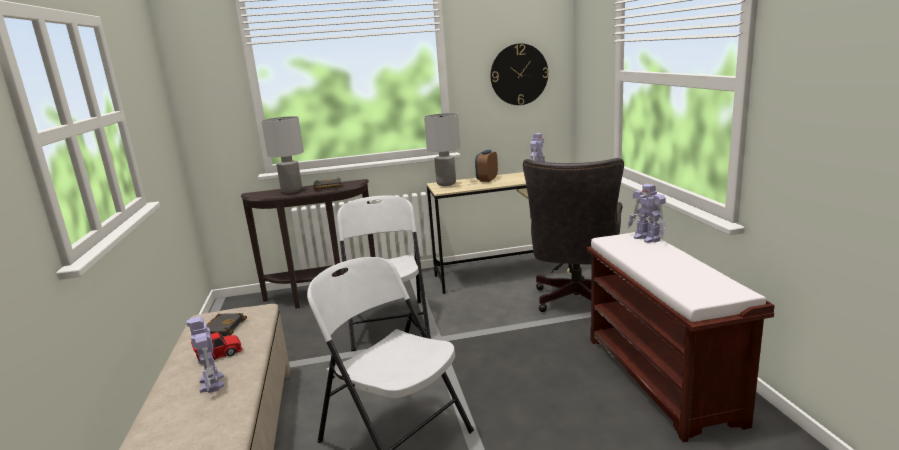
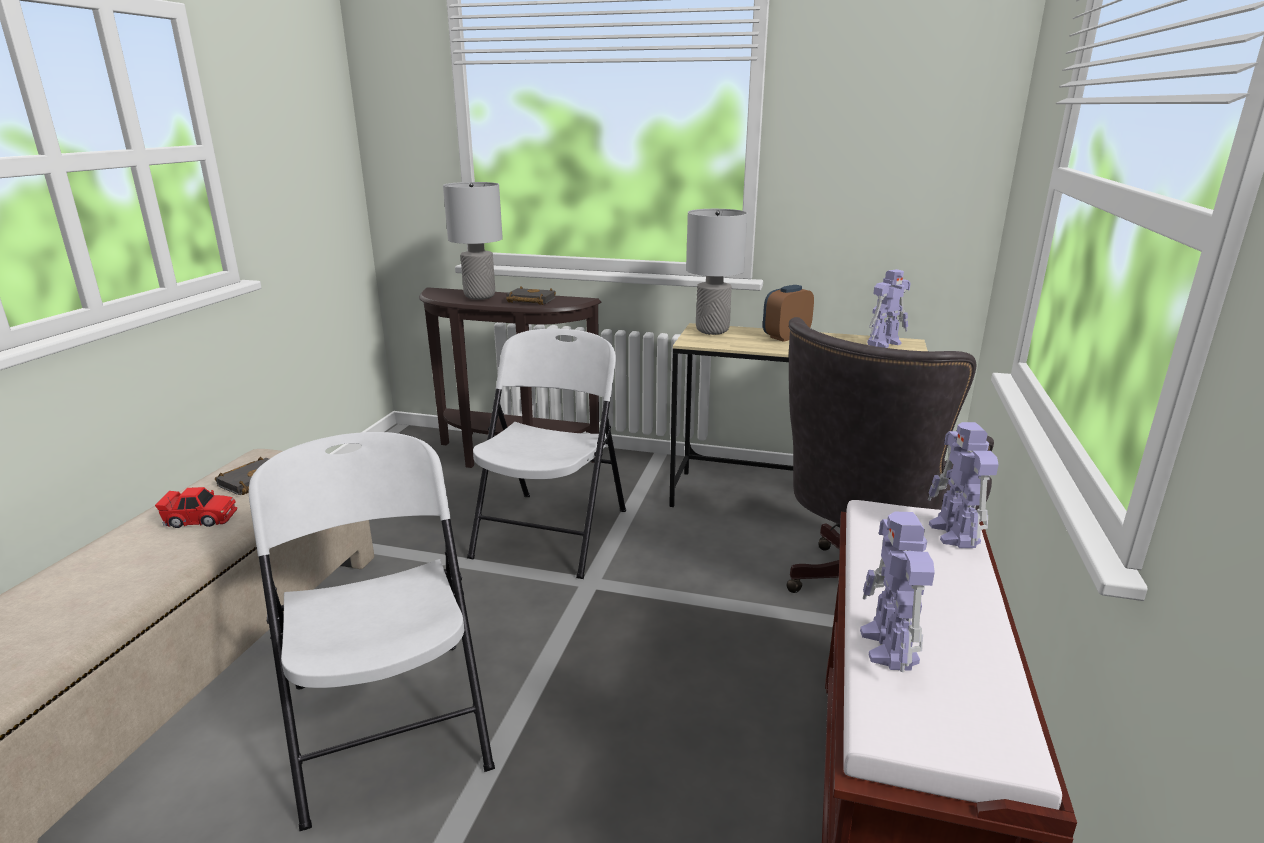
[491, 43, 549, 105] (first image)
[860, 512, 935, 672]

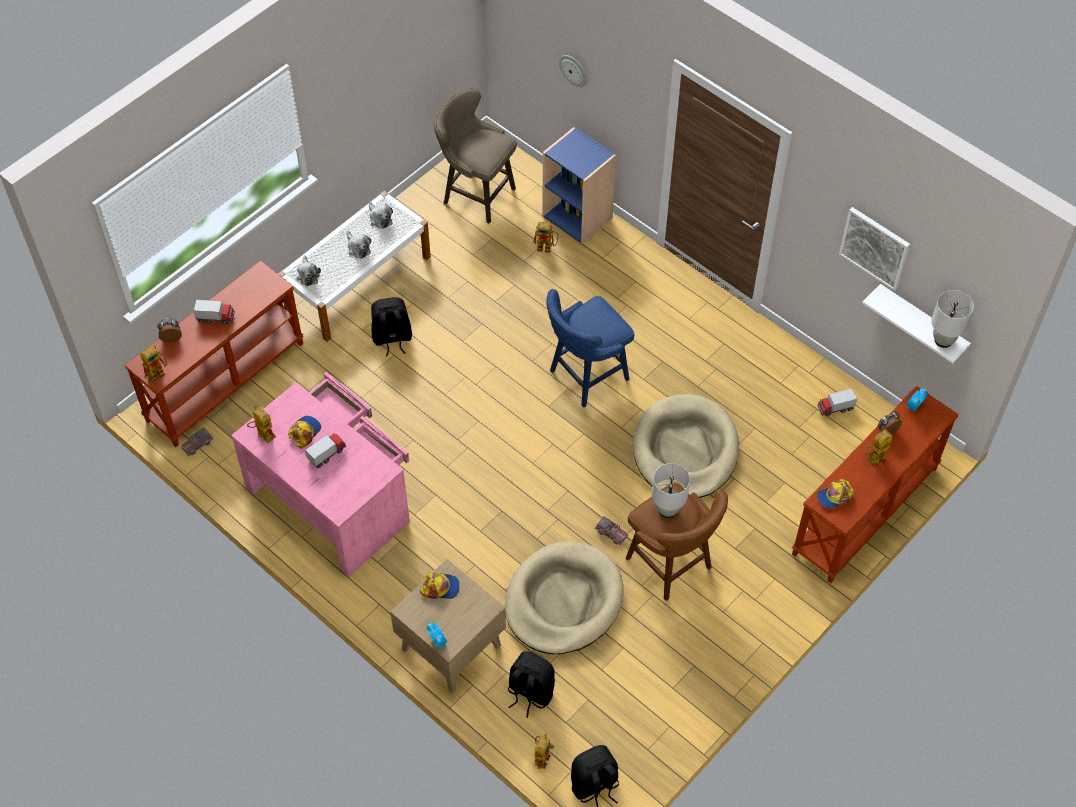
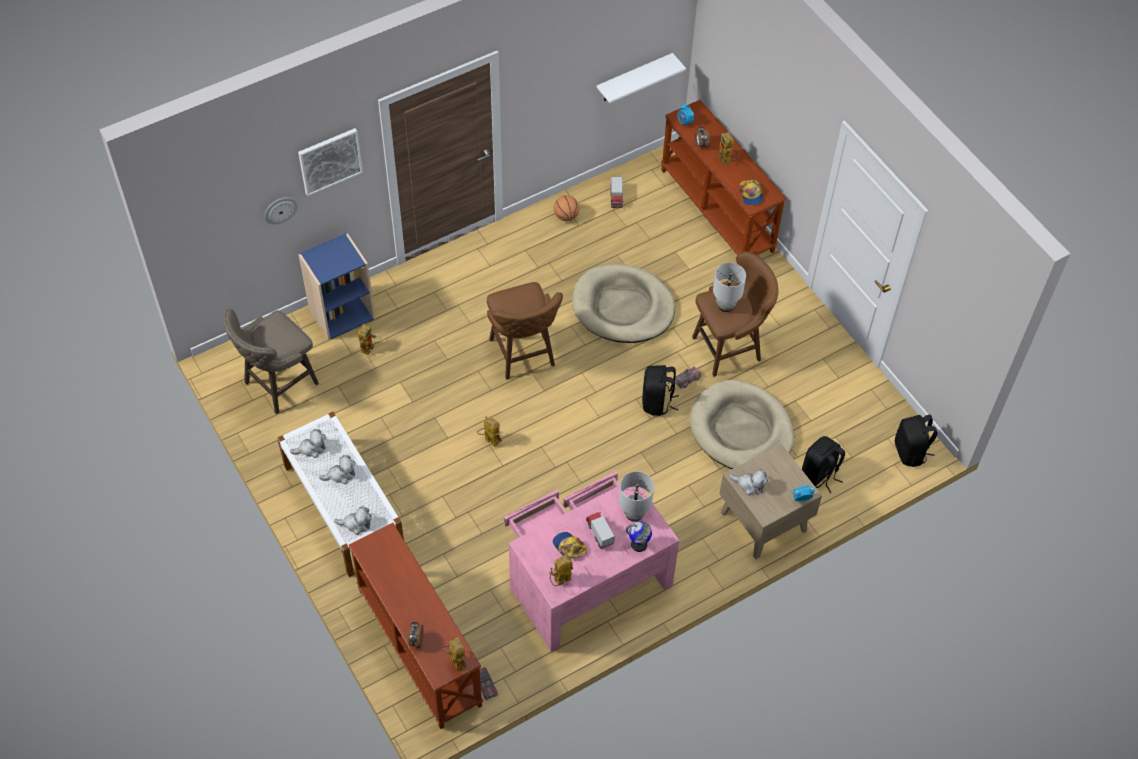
[193, 300, 235, 324] (first image)
[554, 195, 580, 221]
[626, 521, 652, 552]
[642, 365, 679, 416]
[477, 416, 502, 447]
[298, 128, 363, 196]
[619, 471, 654, 522]
[730, 469, 768, 495]
[487, 282, 563, 380]

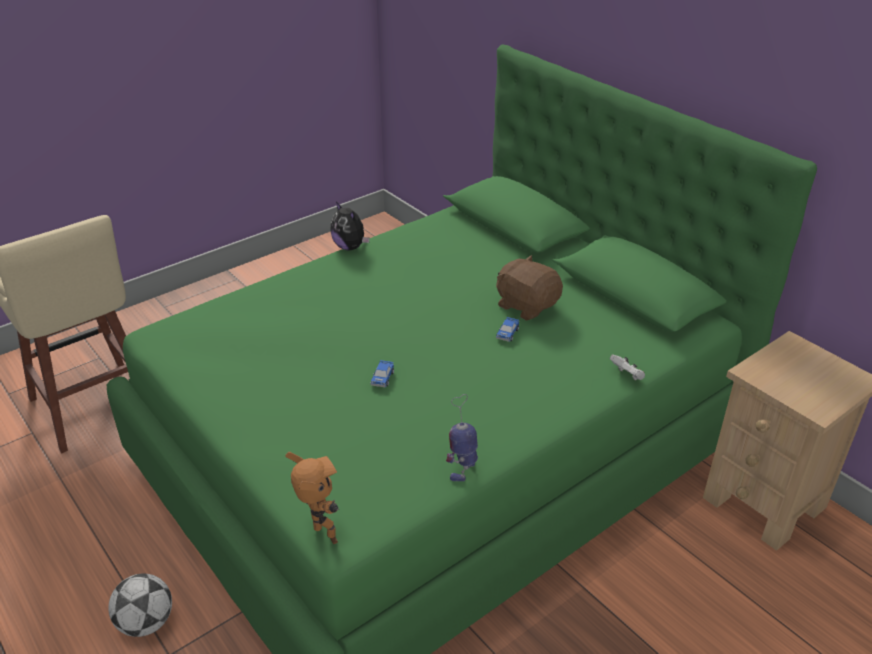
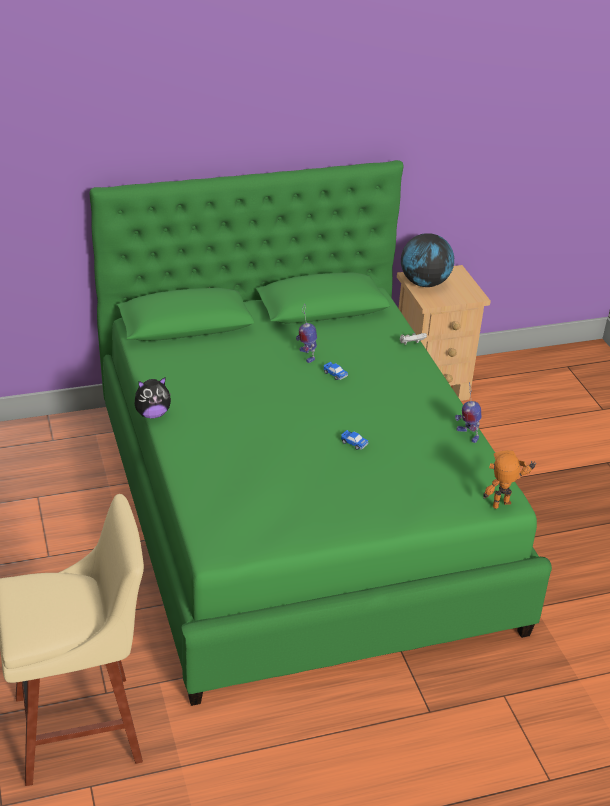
[108, 573, 172, 637] (first image)
[401, 233, 454, 287]
[296, 304, 317, 363]

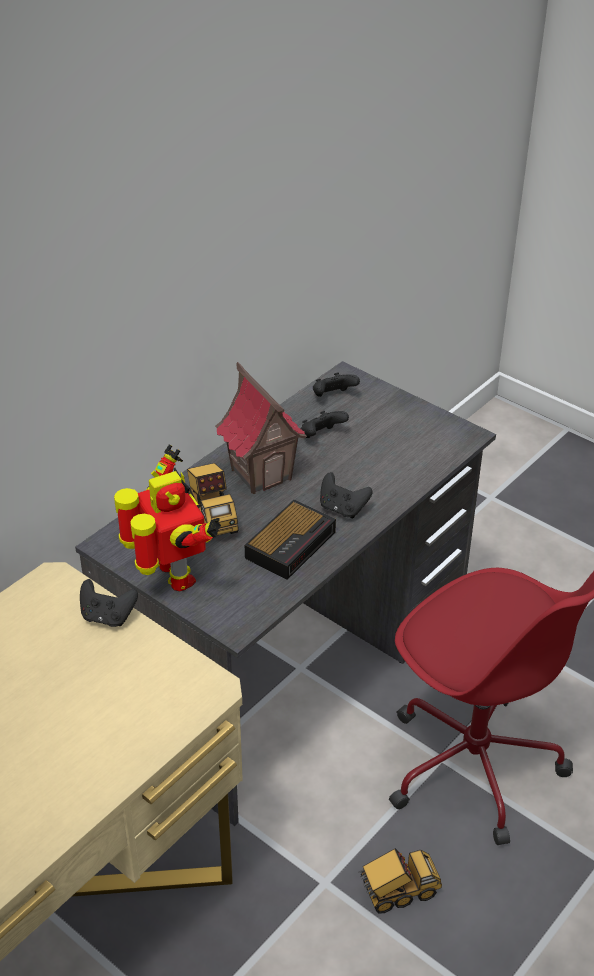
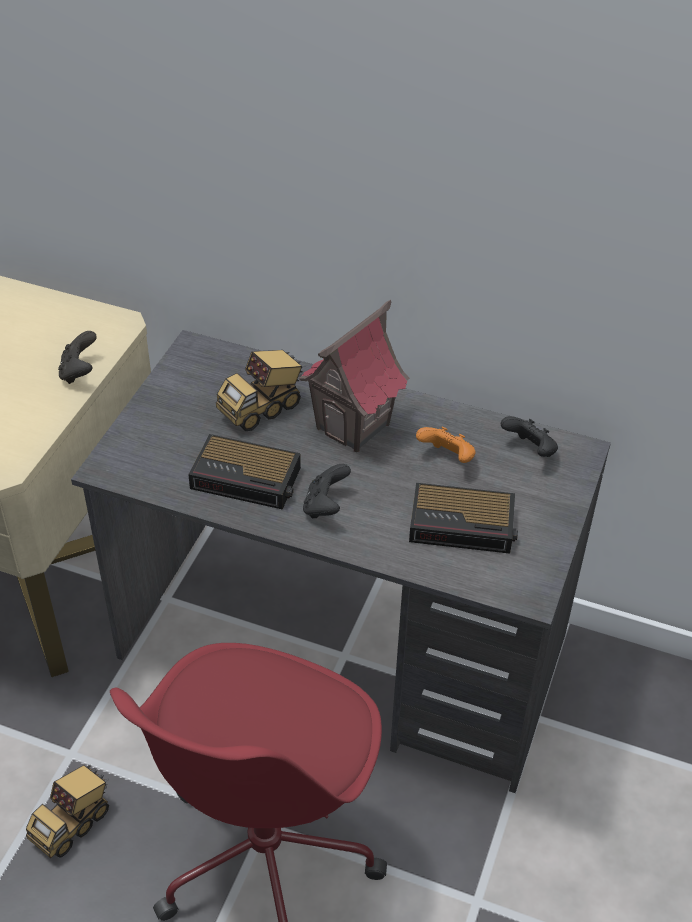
[114, 444, 221, 591] (first image)
[409, 483, 518, 554]
[416, 427, 476, 463]
[26, 765, 109, 858]

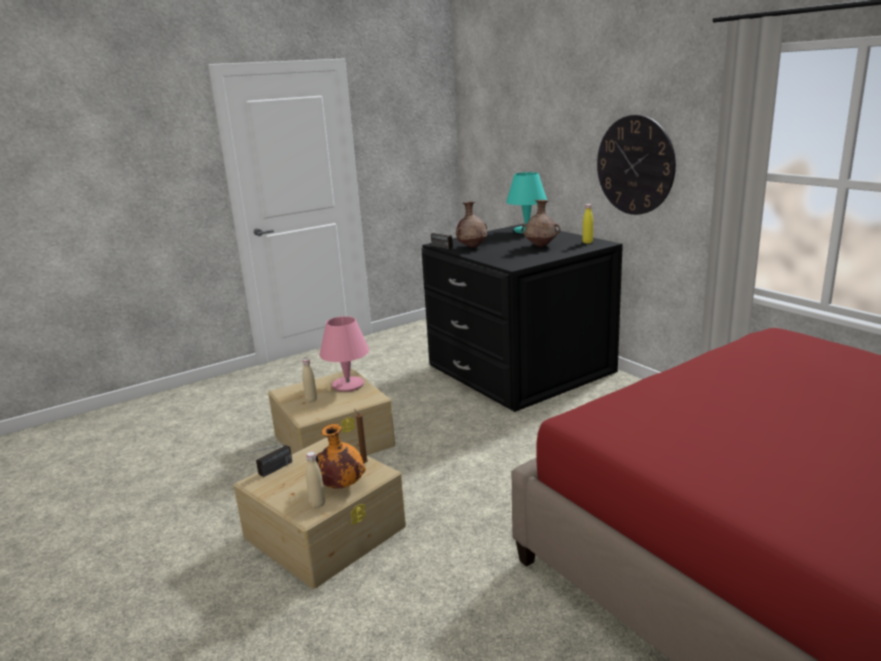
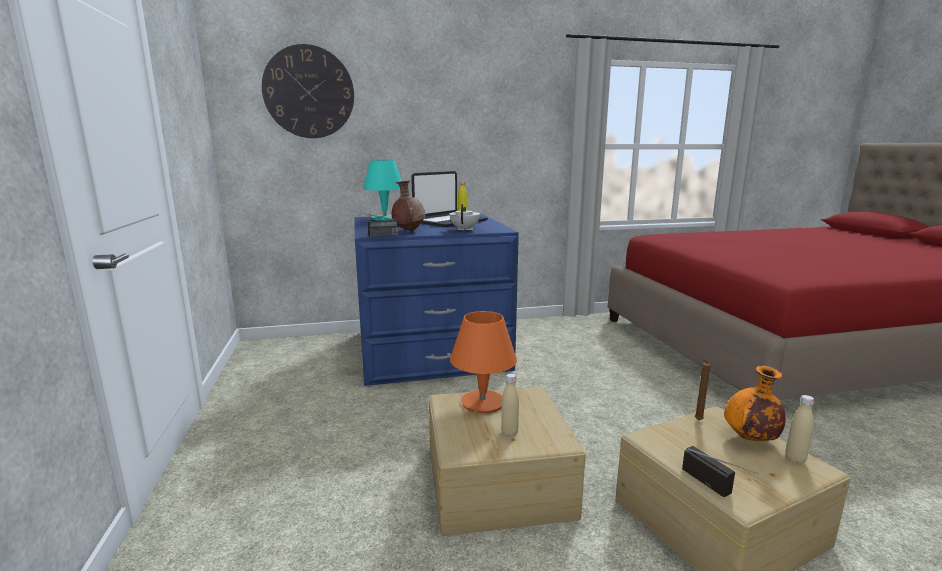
[449, 204, 480, 231]
[262, 44, 354, 138]
[411, 171, 488, 227]
[450, 311, 517, 414]
[354, 213, 519, 386]

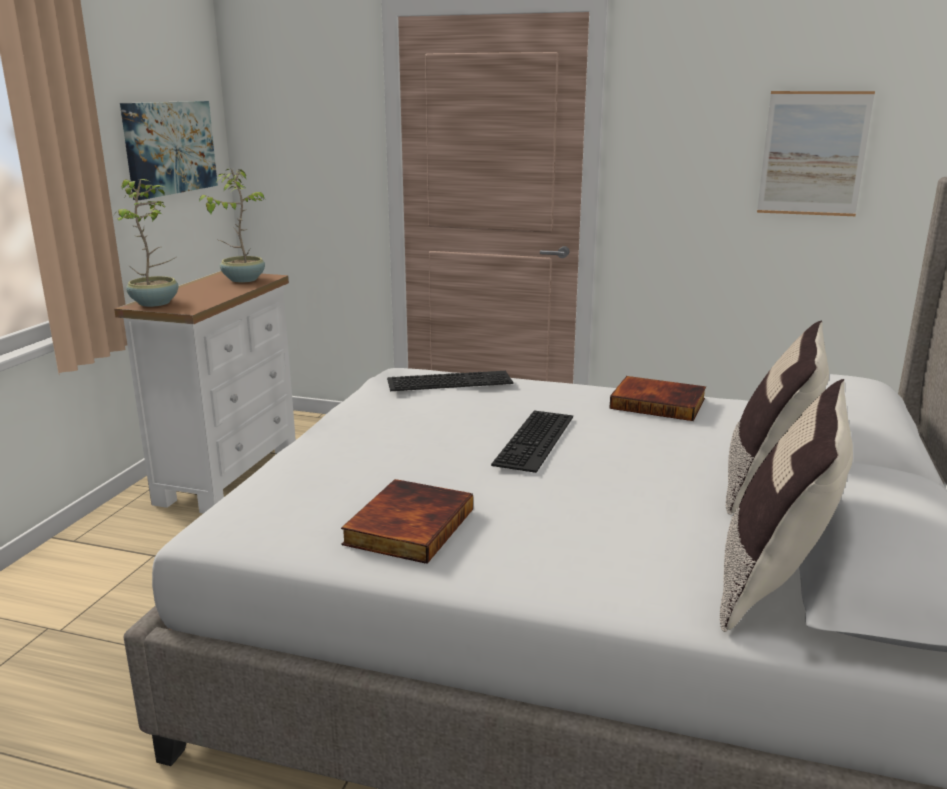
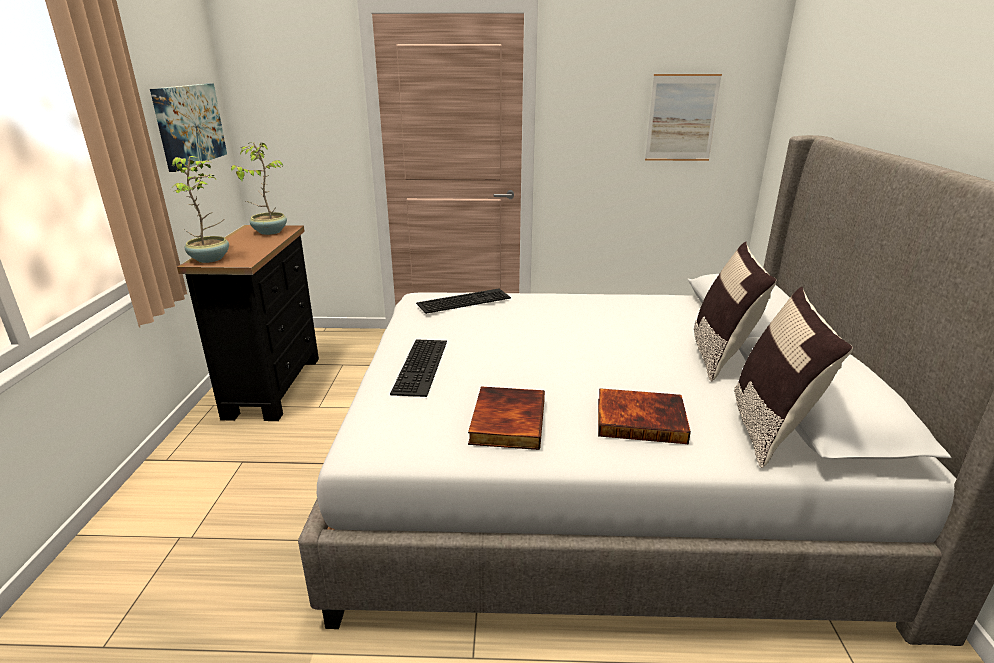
[390, 339, 447, 397]
[598, 388, 691, 444]
[177, 225, 319, 421]

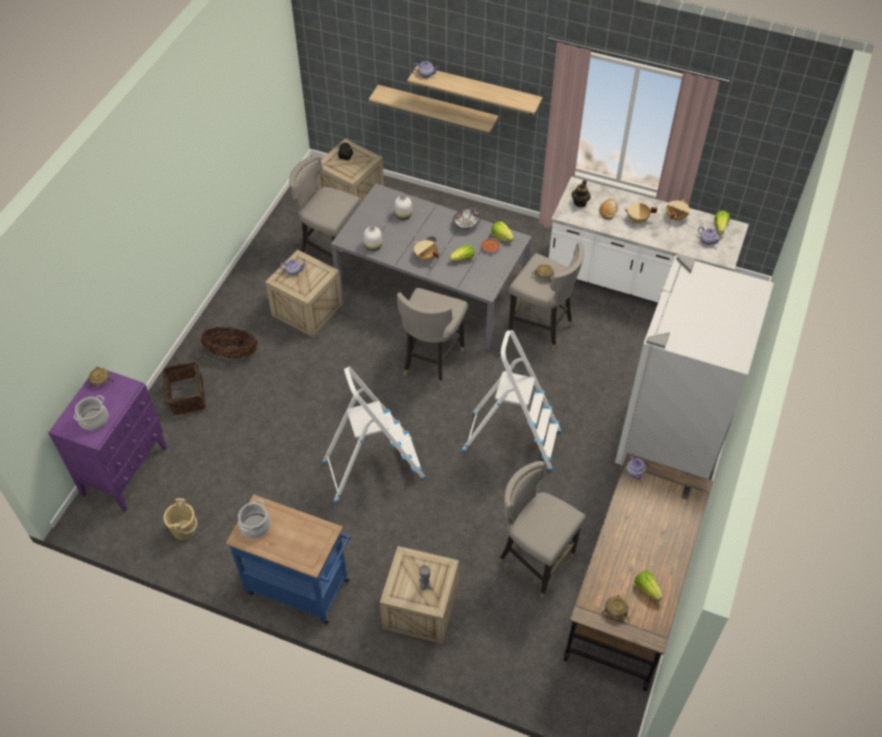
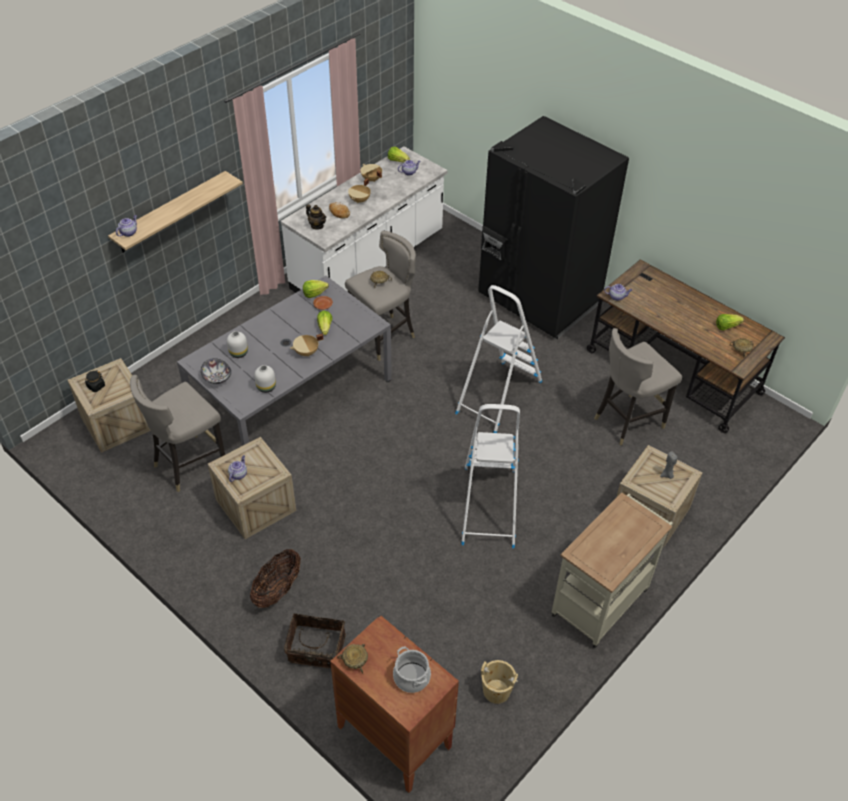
[238, 499, 271, 538] (first image)
[369, 85, 498, 133] (first image)
[397, 288, 468, 387] (first image)
[201, 358, 231, 384]
[330, 616, 459, 793]
[552, 493, 673, 648]
[478, 116, 629, 339]

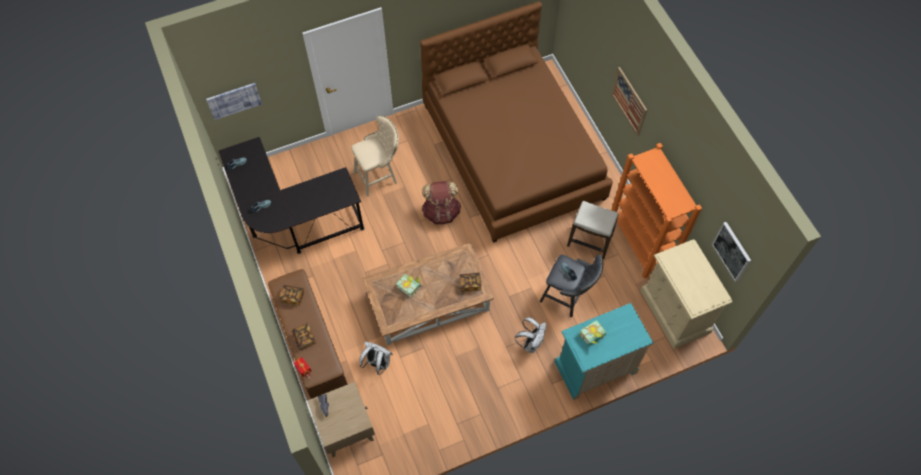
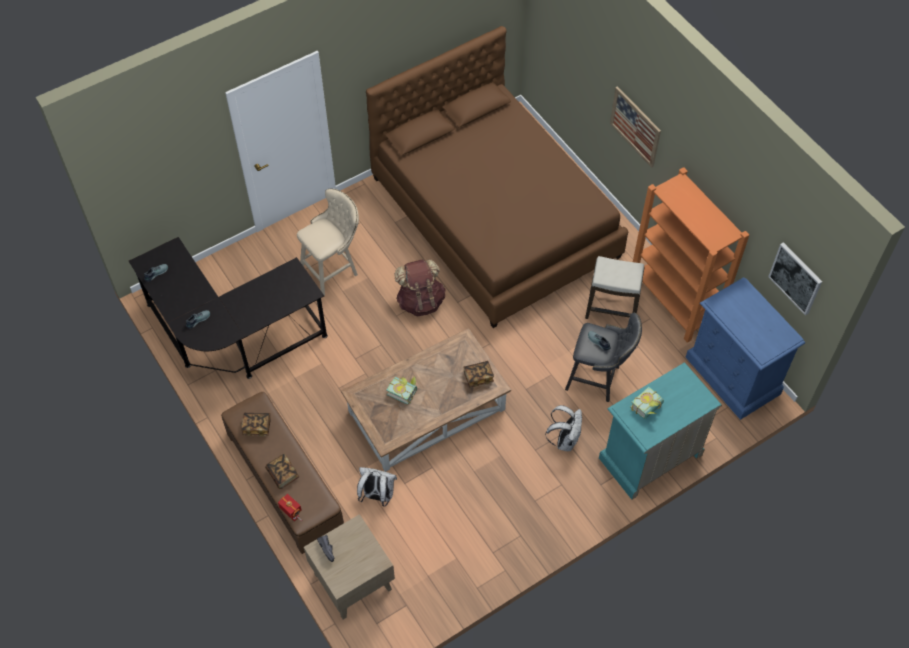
[206, 83, 262, 120] (first image)
[685, 277, 805, 420]

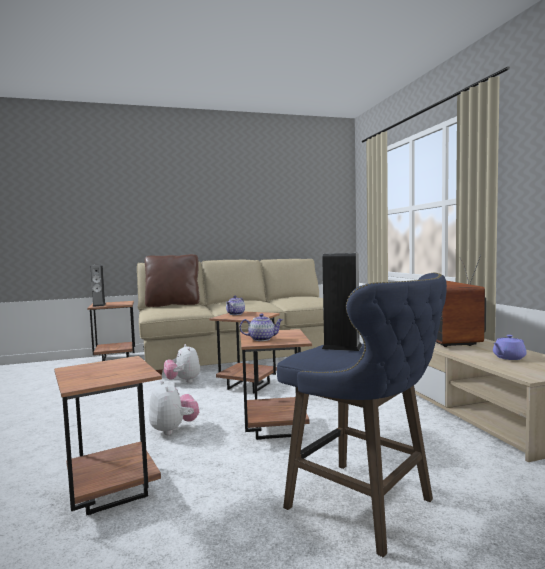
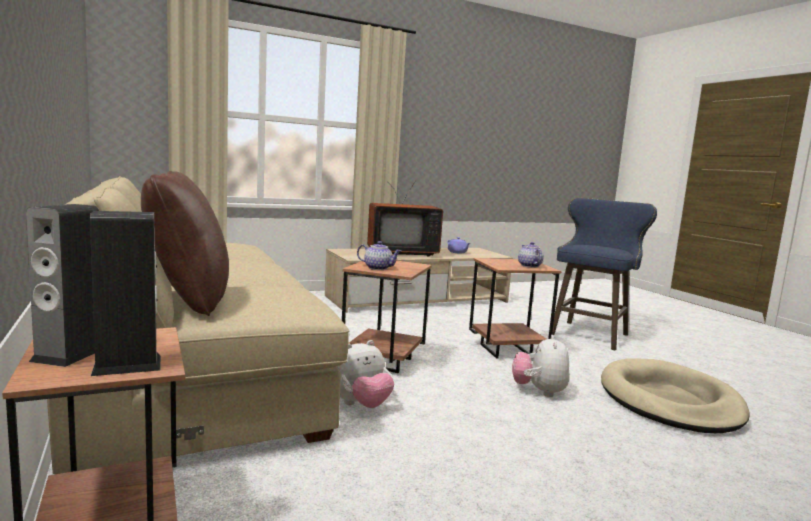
[26, 204, 99, 367]
[601, 359, 750, 433]
[512, 335, 570, 397]

